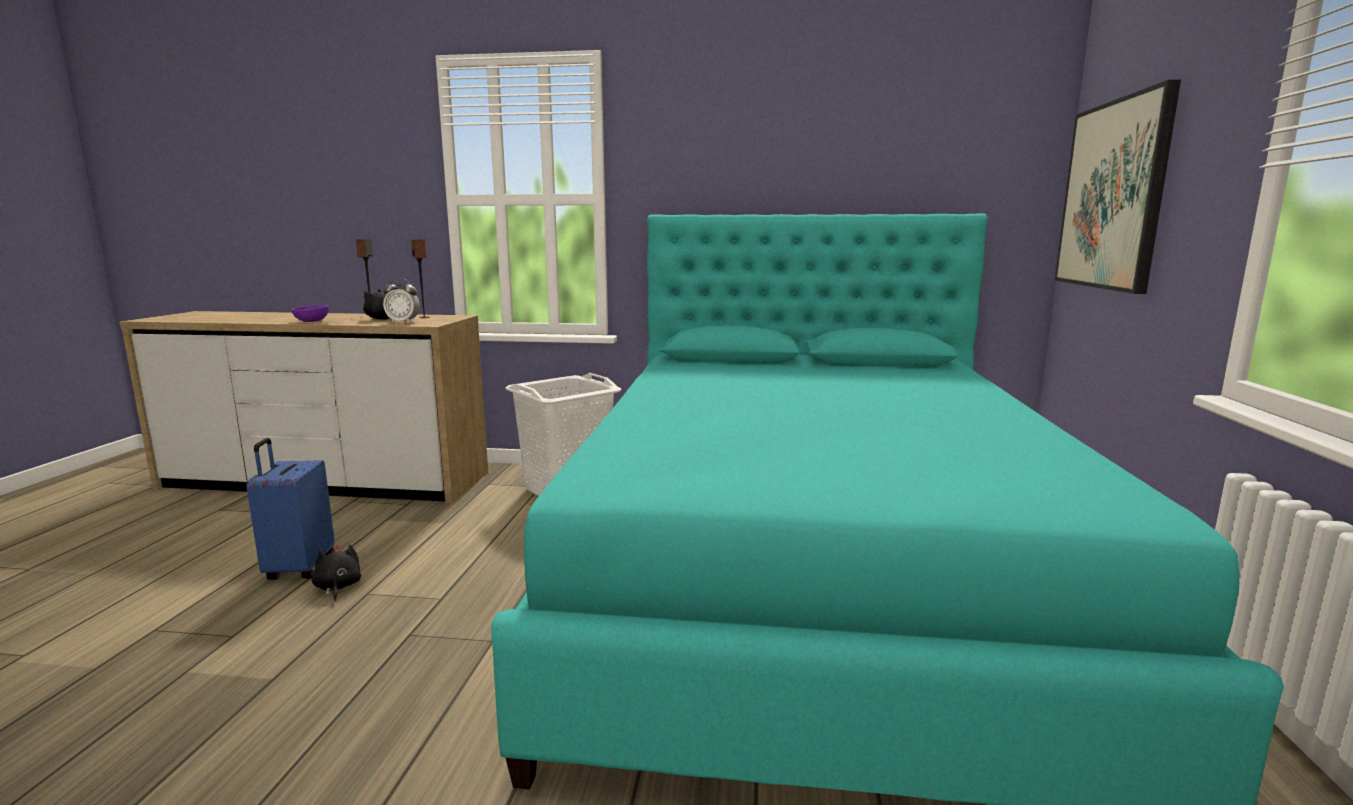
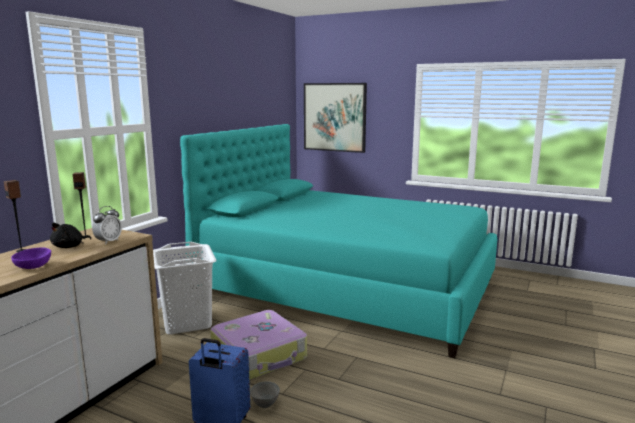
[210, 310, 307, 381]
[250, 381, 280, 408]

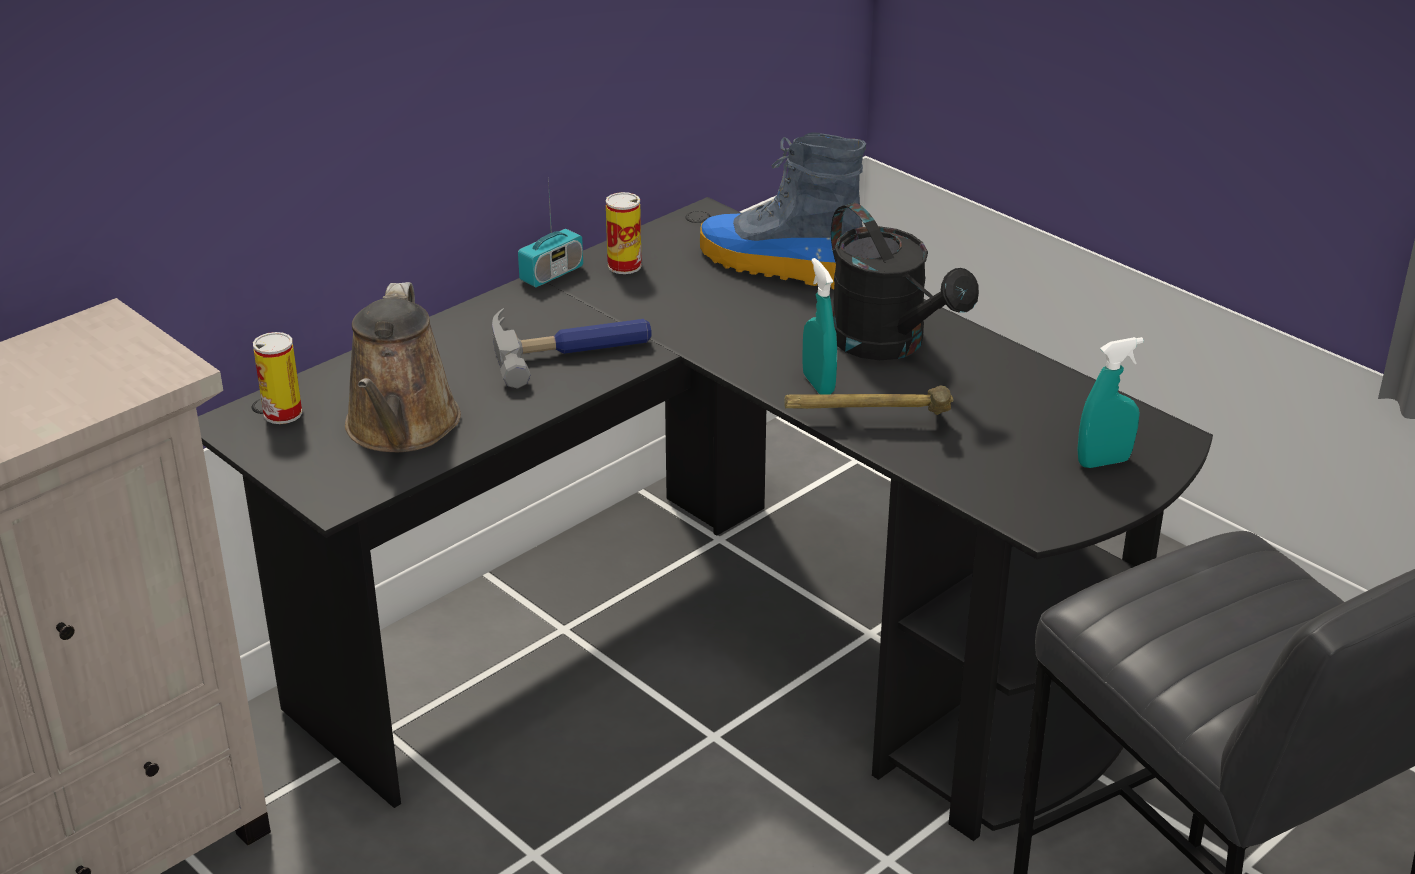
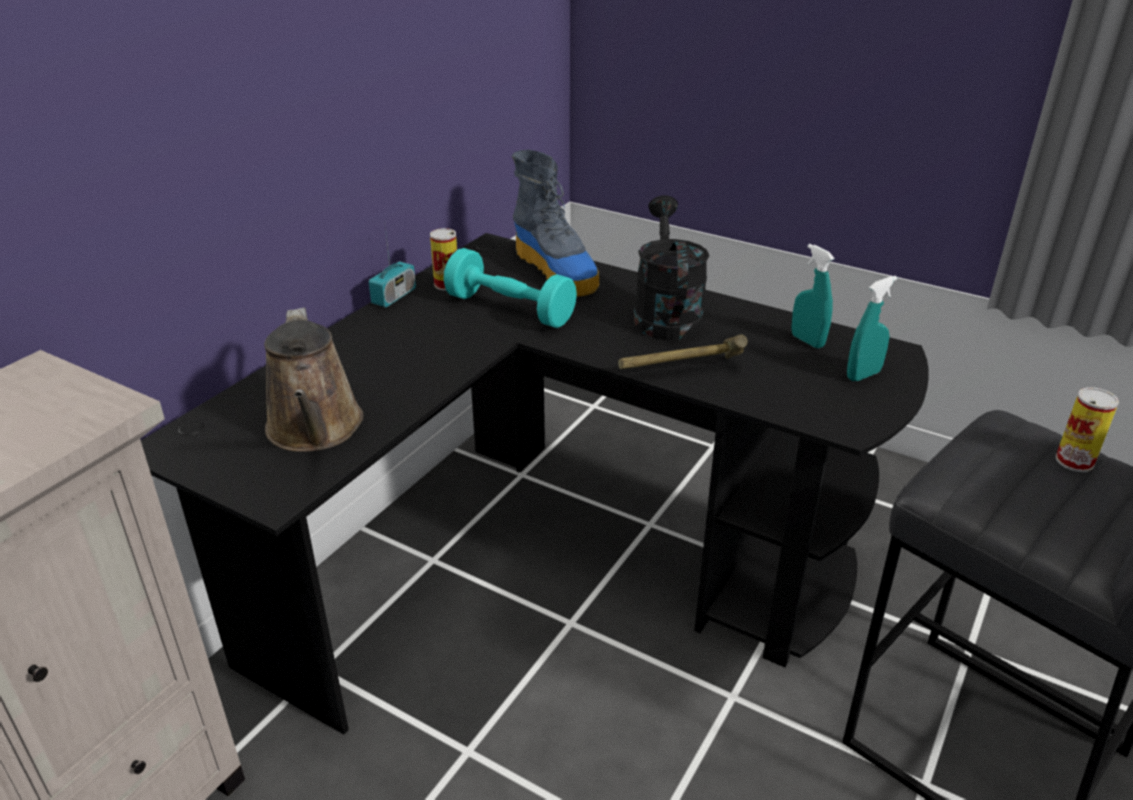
[492, 308, 652, 389] (first image)
[444, 248, 577, 328]
[1056, 387, 1119, 472]
[791, 244, 835, 349]
[512, 150, 599, 297]
[634, 195, 709, 341]

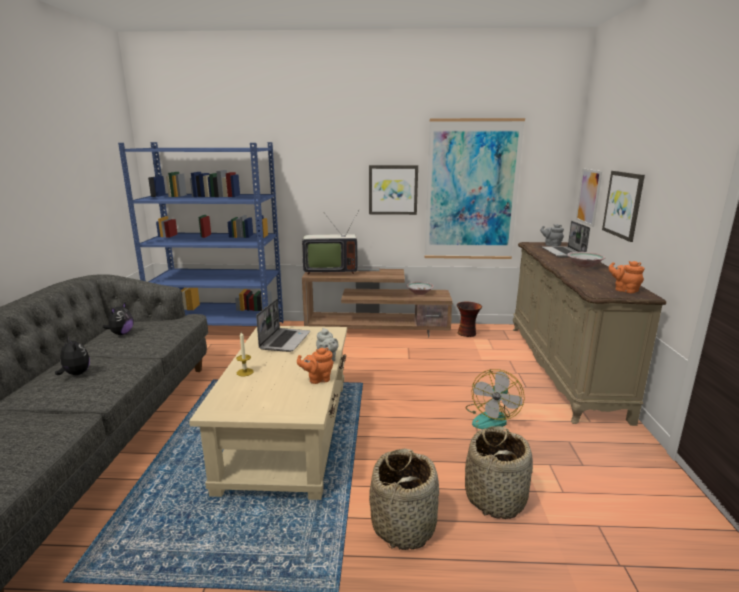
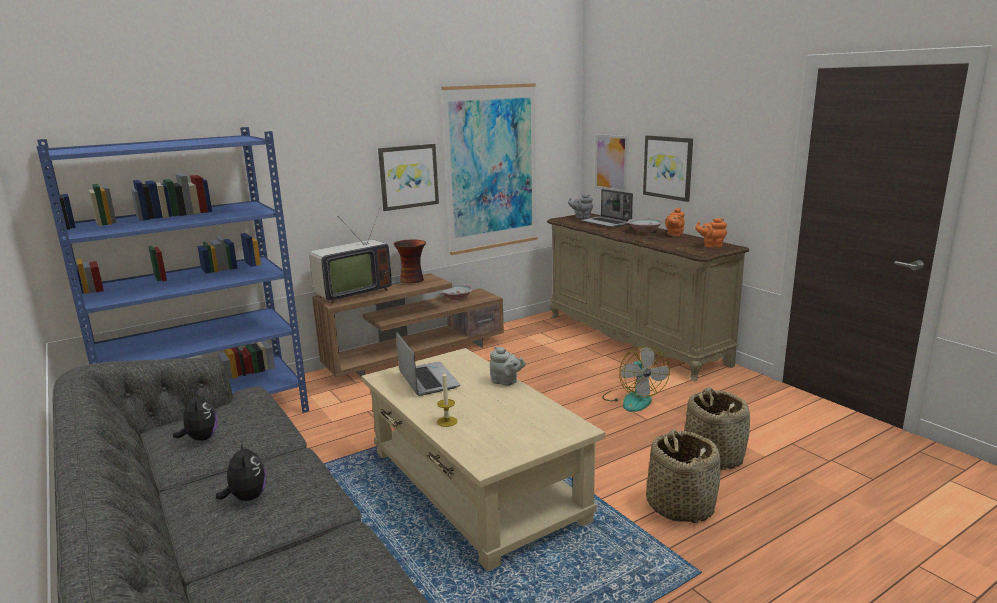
[665, 208, 685, 237]
[394, 240, 426, 284]
[216, 440, 267, 501]

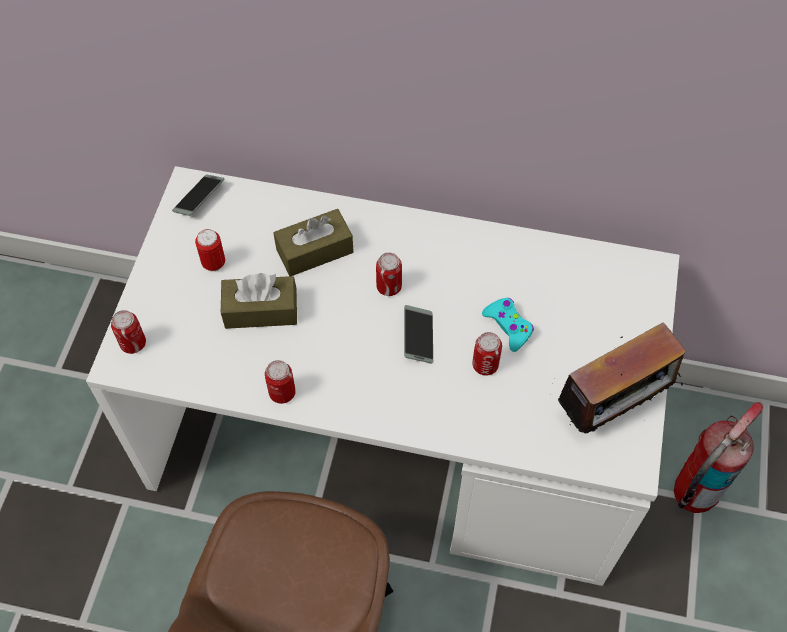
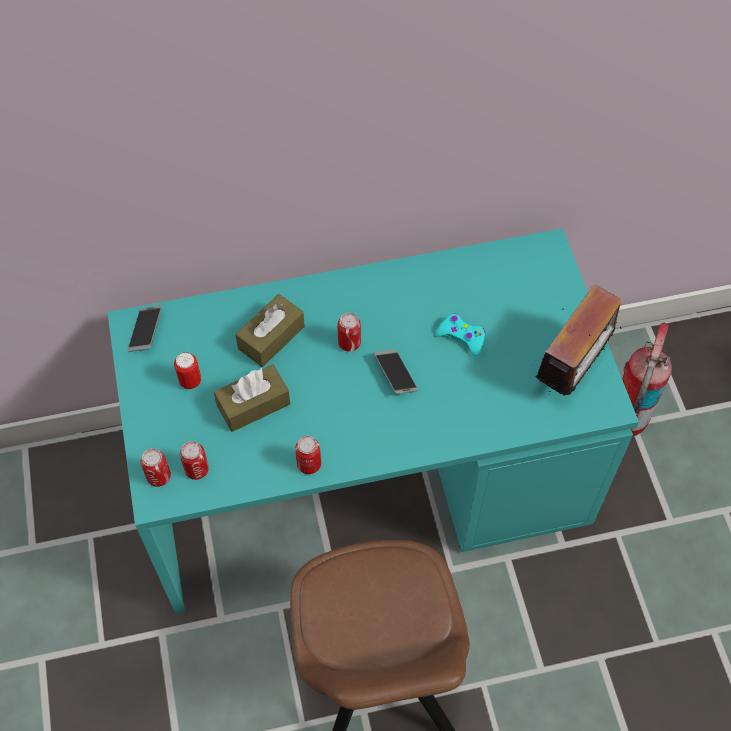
[180, 441, 209, 480]
[107, 228, 639, 614]

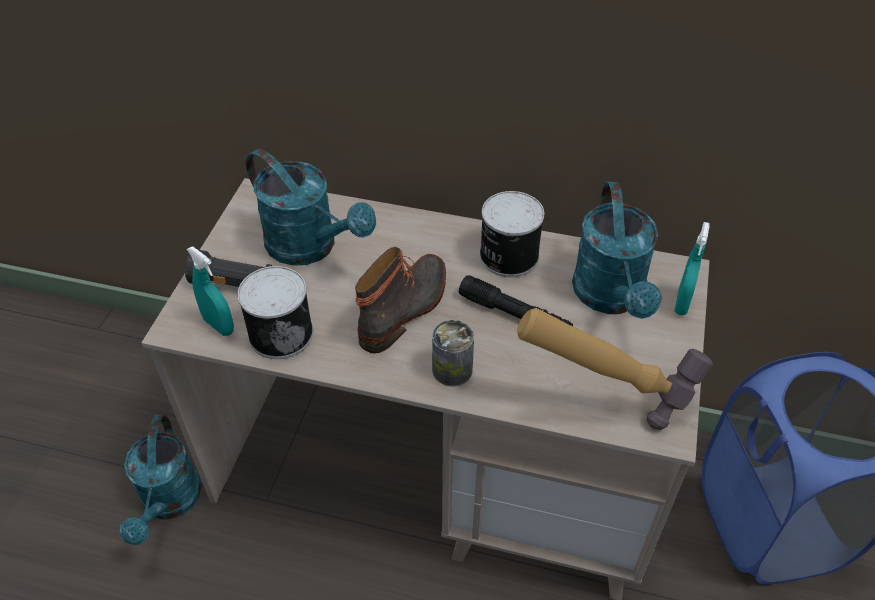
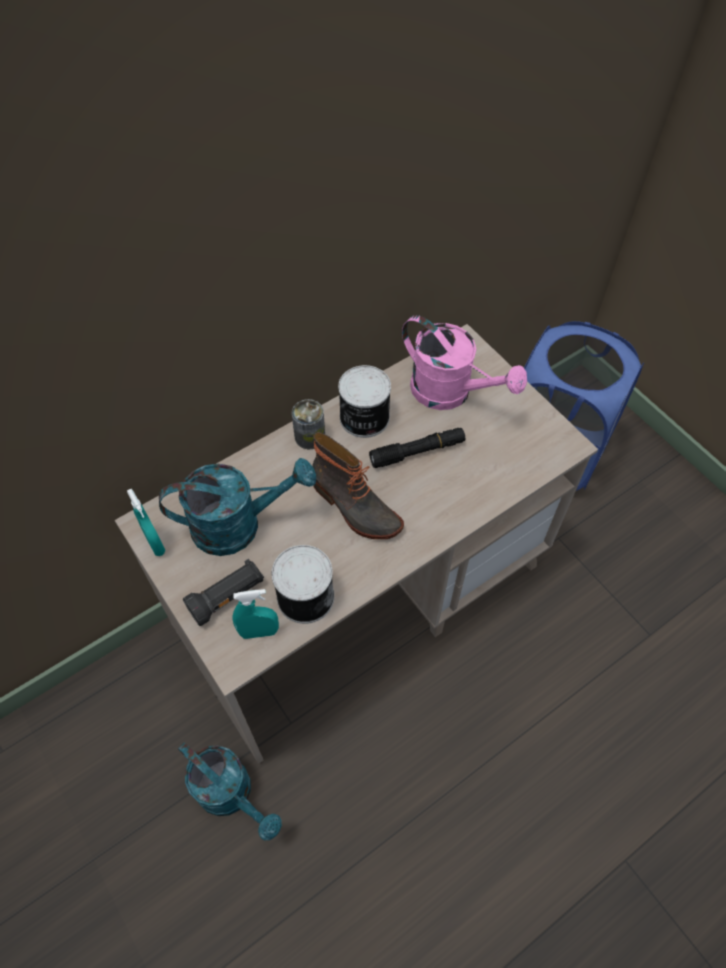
[517, 308, 713, 430] (first image)
[292, 399, 325, 449]
[127, 488, 165, 556]
[402, 315, 527, 410]
[312, 432, 404, 539]

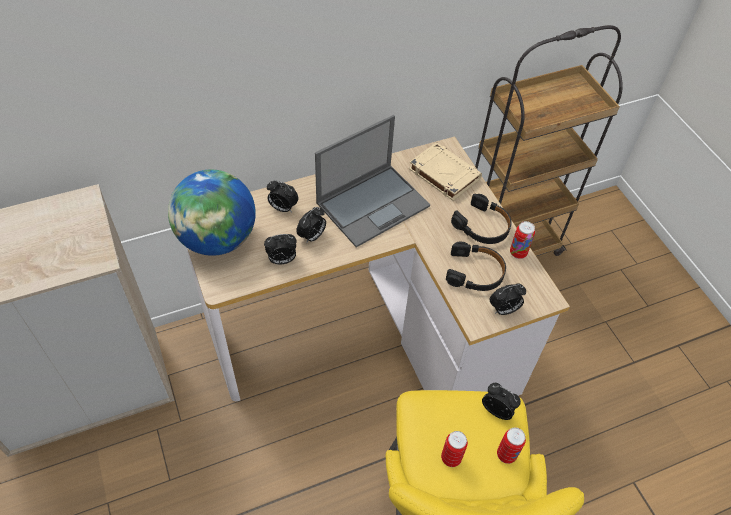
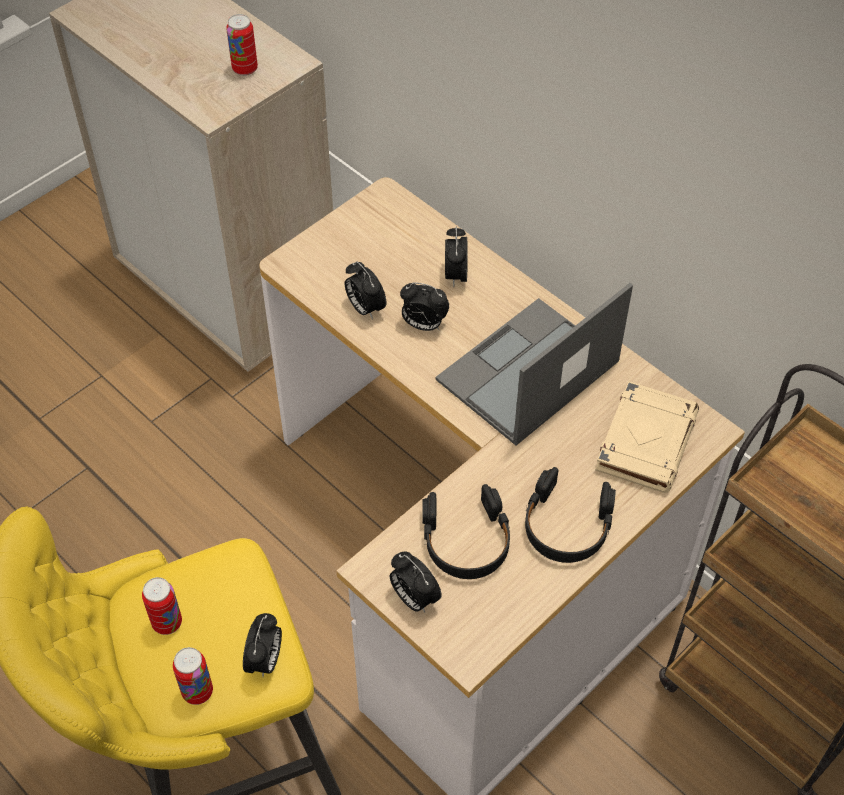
[168, 170, 256, 256] (first image)
[226, 14, 258, 76]
[435, 283, 633, 446]

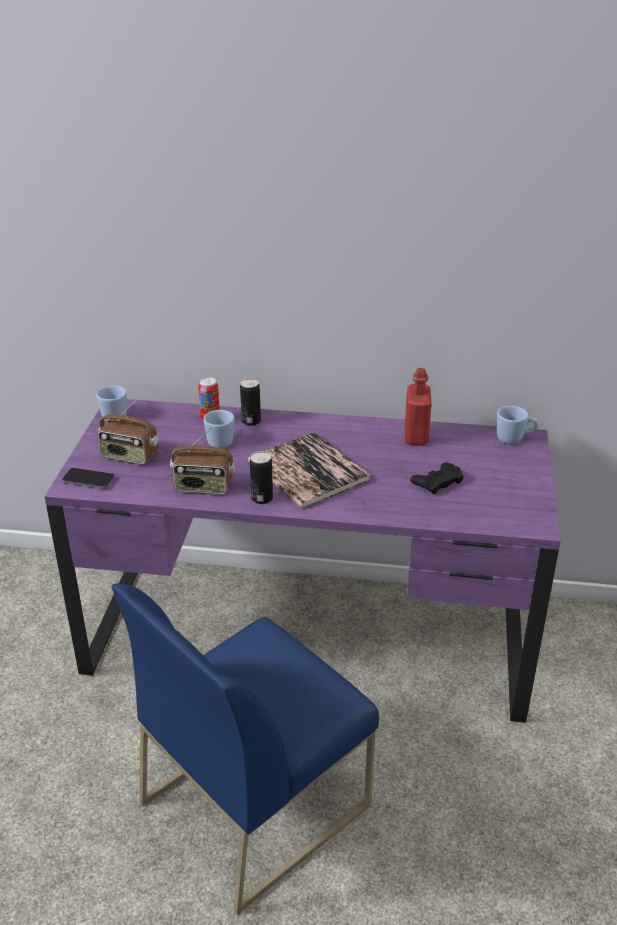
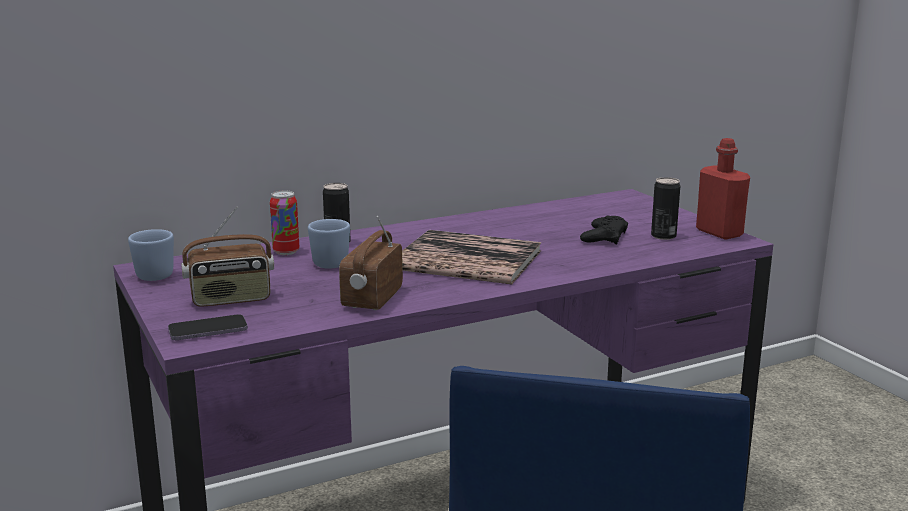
[497, 406, 538, 444] (first image)
[651, 177, 680, 240]
[696, 138, 750, 239]
[339, 216, 403, 310]

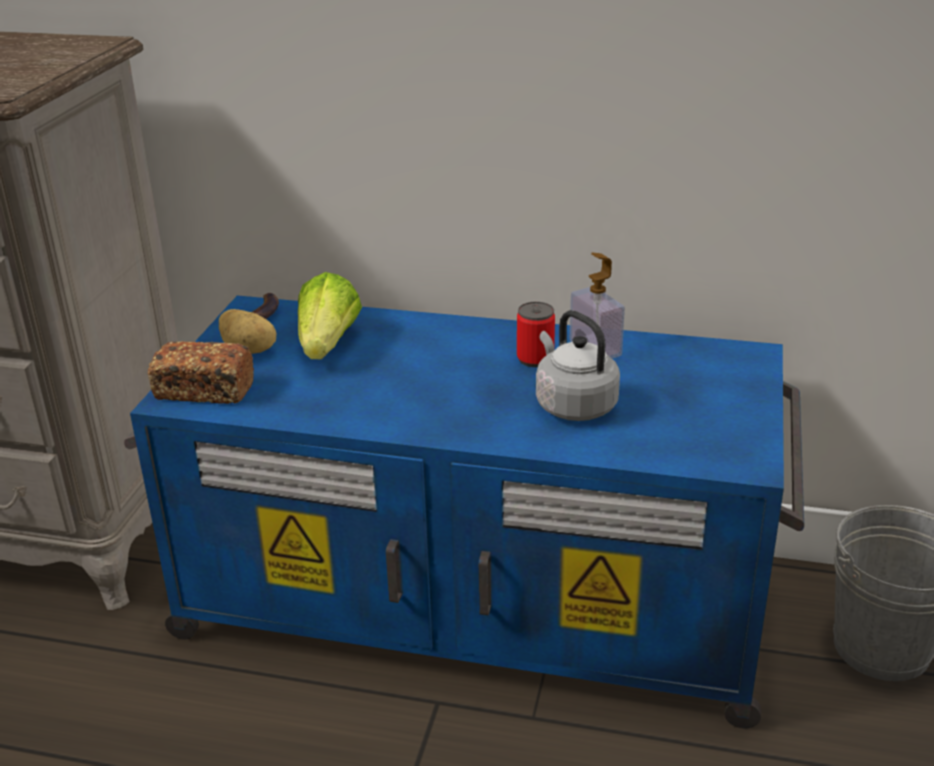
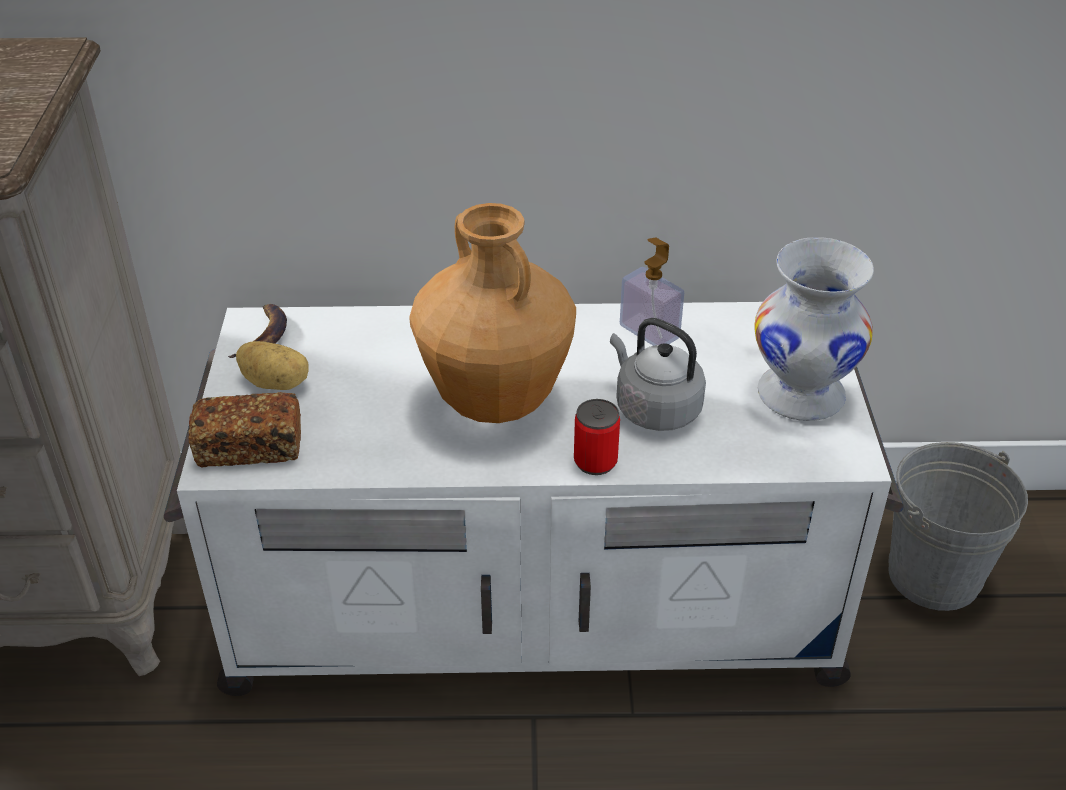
[298, 272, 362, 359] (first image)
[409, 203, 576, 423]
[754, 237, 874, 421]
[574, 399, 620, 475]
[164, 302, 904, 696]

